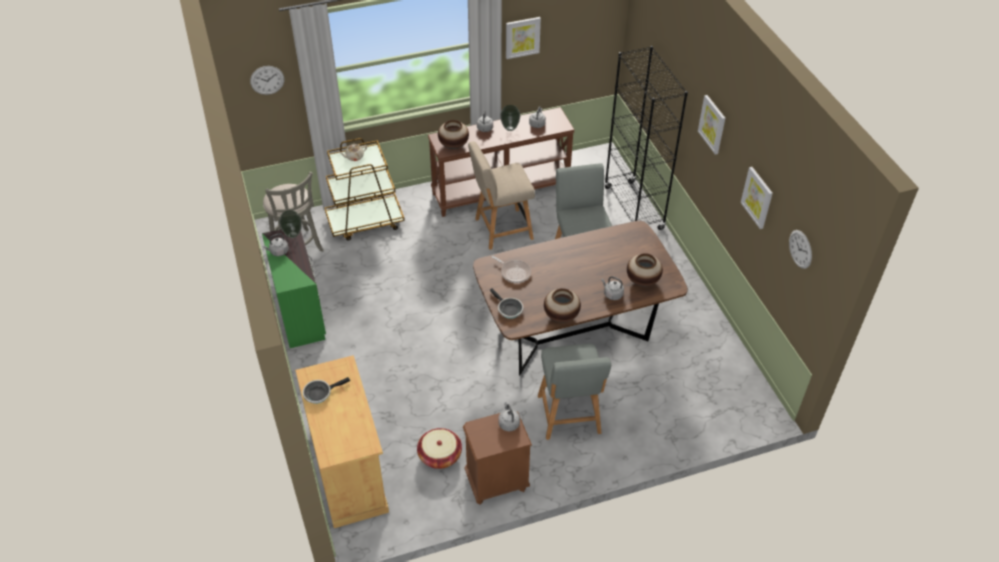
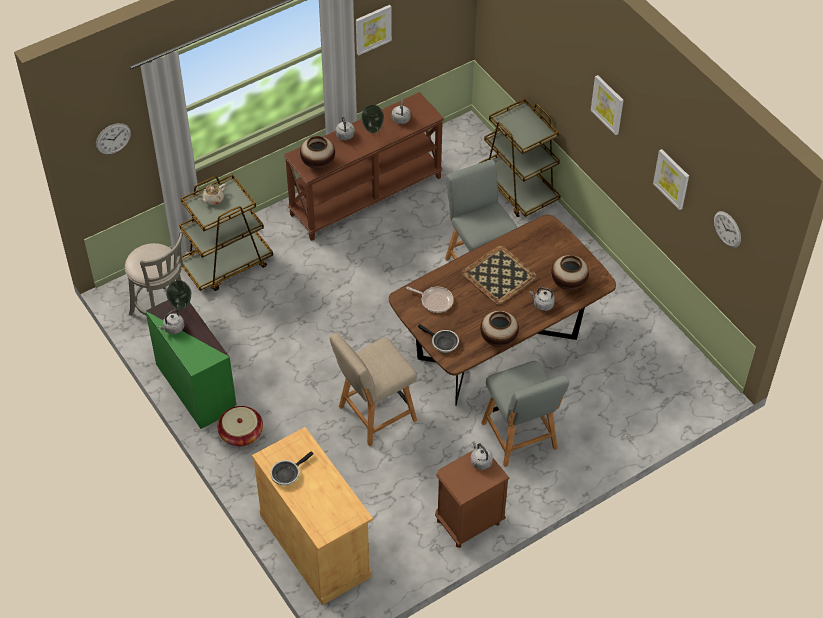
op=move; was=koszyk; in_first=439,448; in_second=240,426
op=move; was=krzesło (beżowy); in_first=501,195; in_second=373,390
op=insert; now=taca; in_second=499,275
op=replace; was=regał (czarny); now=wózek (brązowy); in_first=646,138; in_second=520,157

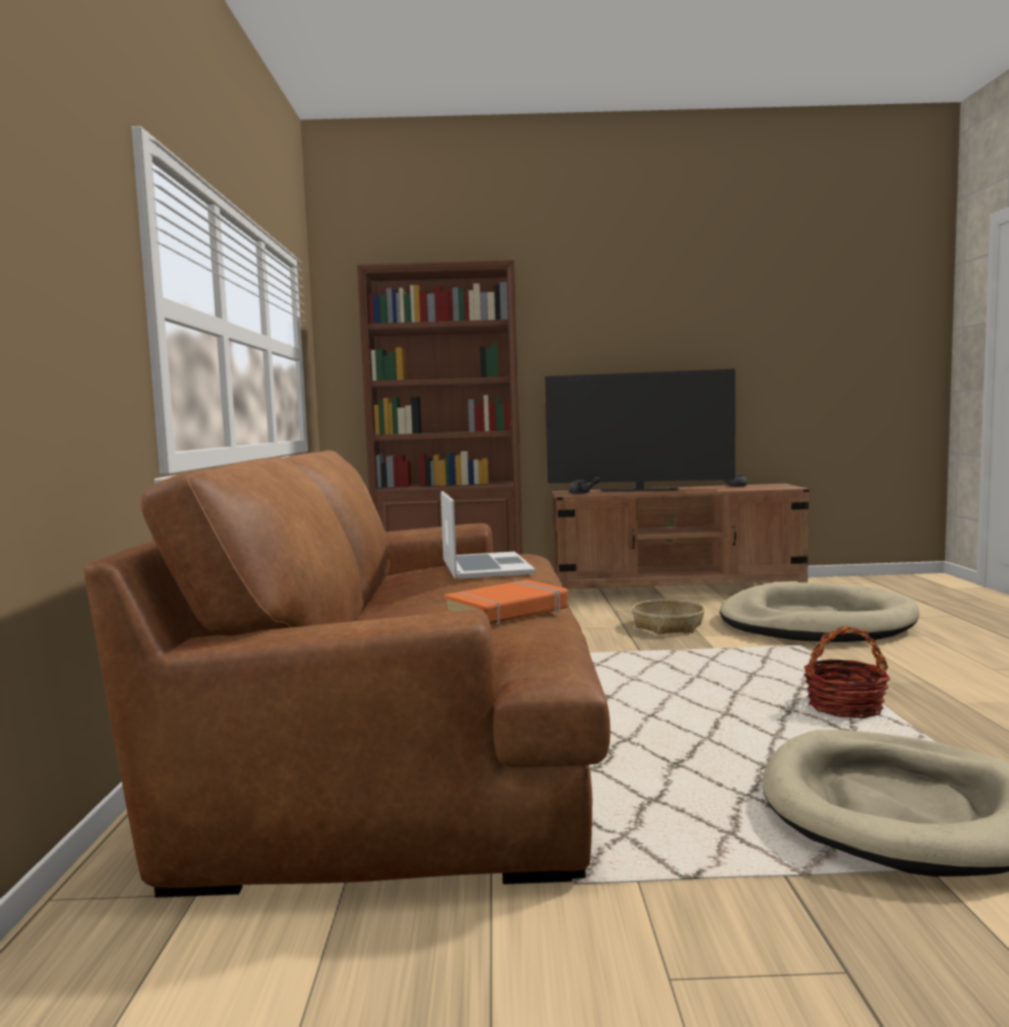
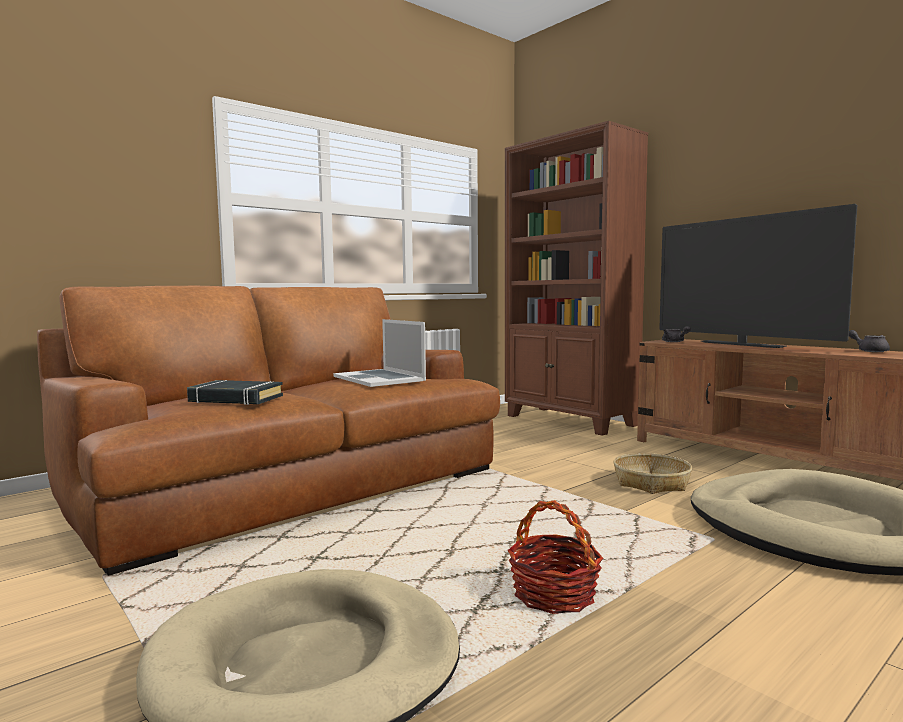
op=recolor; was=książka (pomarańczowy); now=książka (czarny); in_first=506,602; in_second=235,392
op=rotate; was=laptop; in_first=488,535; in_second=379,353; clockwise=105

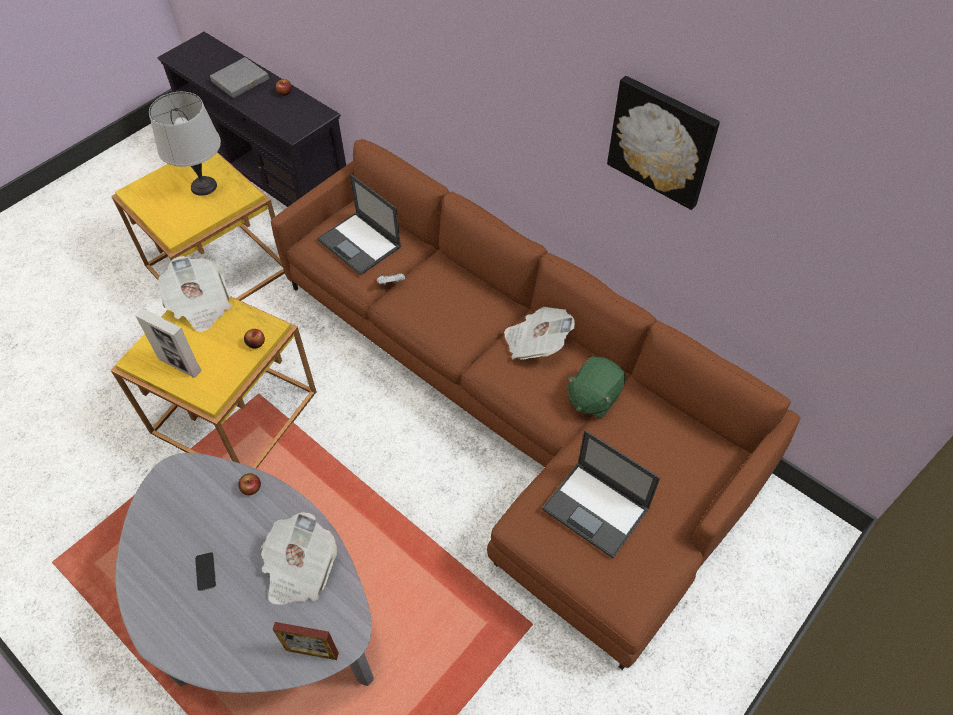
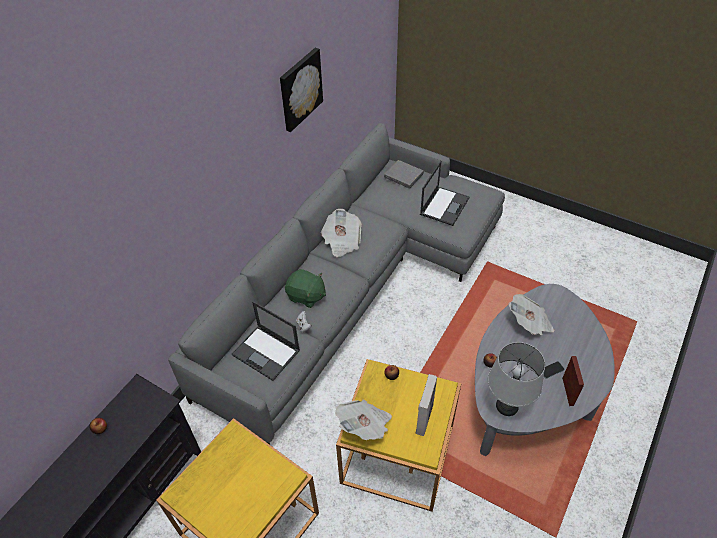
op=recolor; was=kanapa (brązowy); now=kanapa (szary); in_first=535,404; in_second=336,284
op=rotate; was=laptop; in_first=359,224; in_second=266,341; clockwise=90
op=move; was=pluszak (zielony); in_first=596,387; in_second=305,288
op=move; was=książka (szary); in_first=239,77; in_second=404,174
op=move; was=lampa stołowa (szary); in_first=185,144; in_second=516,379
op=move; was=ramka na zdjęcie; in_first=306,641; in_second=573,381

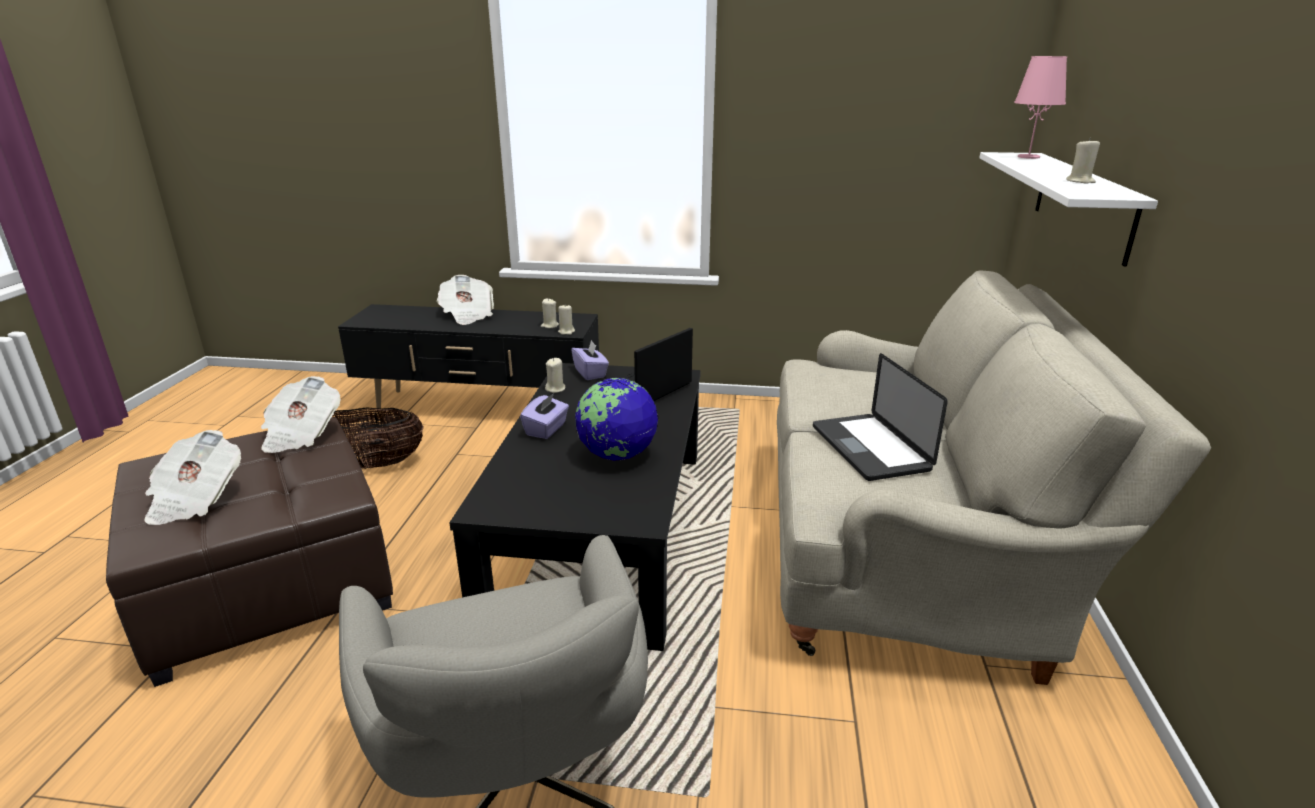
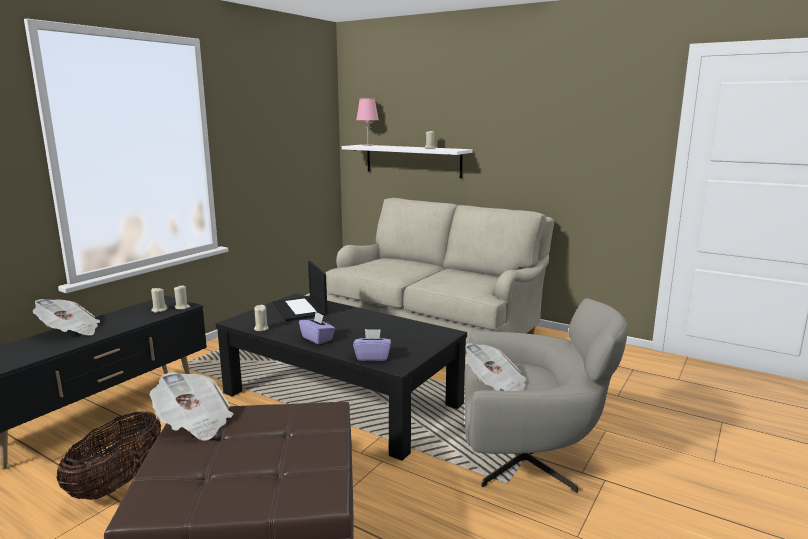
op=move; was=pudełko chusteczek (fioletowy); in_first=590,360; in_second=372,345
op=move; was=gazeta; in_first=193,477; in_second=496,367
op=delete; was=globus; in_first=616,419
op=delete; was=laptop; in_first=880,417

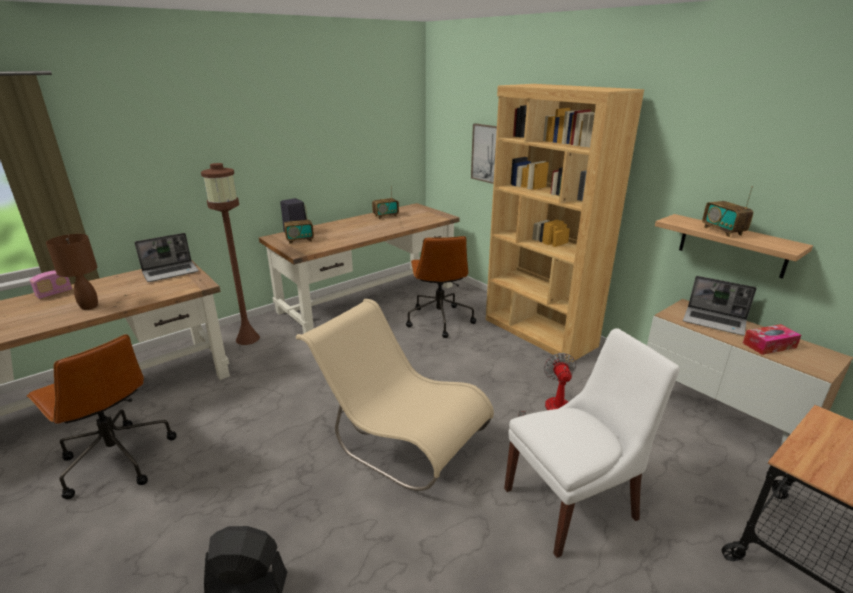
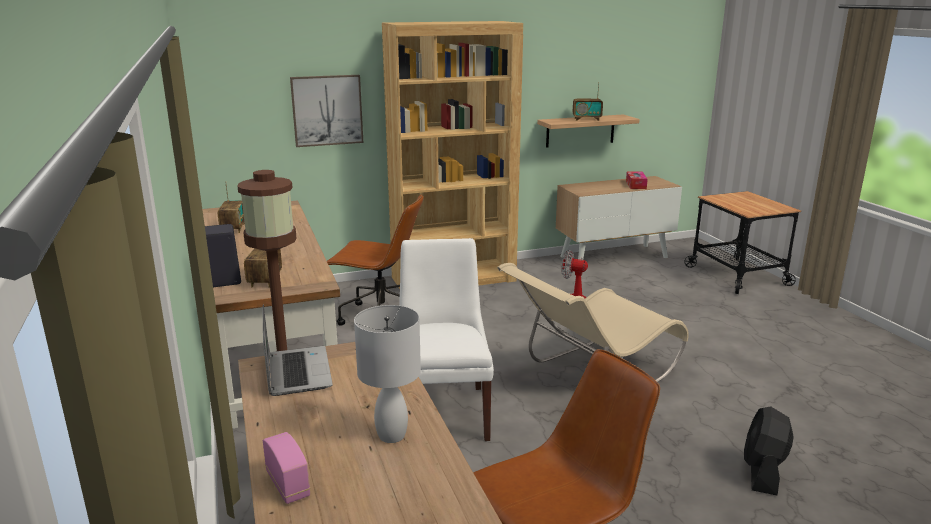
op=recolor; was=lampa stołowa (brązowy); now=lampa stołowa (biały); in_first=72,272; in_second=387,374
op=move; was=krzesło (biały); in_first=592,443; in_second=446,339
op=delete; was=laptop; in_first=720,306

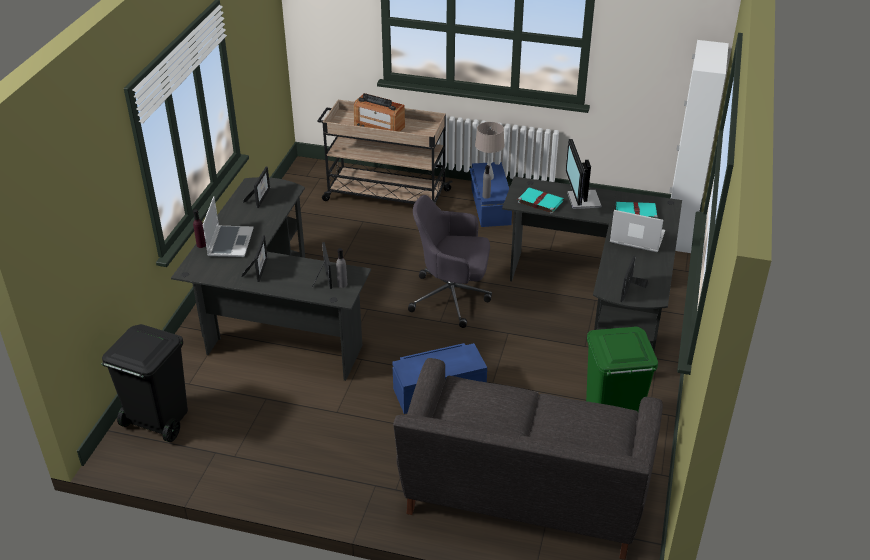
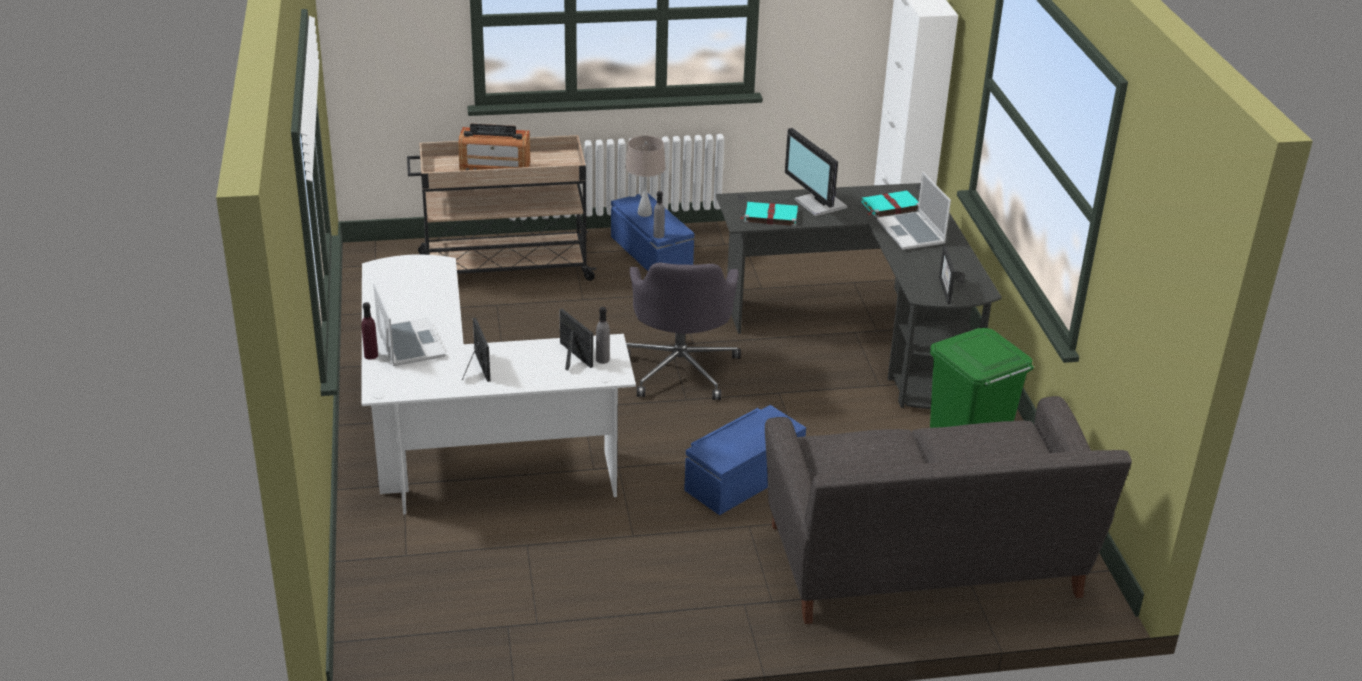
op=recolor; was=biurko (czarny); now=biurko (biały); in_first=271,279; in_second=498,384
op=rotate; was=krzesło biurowe (szary); in_first=450,261; in_second=683,331; clockwise=-75
op=rotate; was=laptop; in_first=637,231; in_second=914,211; clockwise=-105
op=delete; was=kosz na śmieci (czarny); in_first=144,383
op=delete; was=ramka na zdjęcie; in_first=256,187

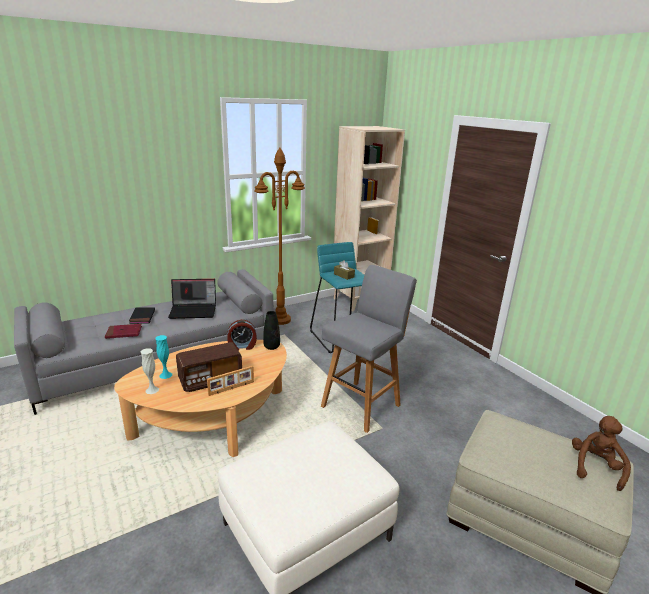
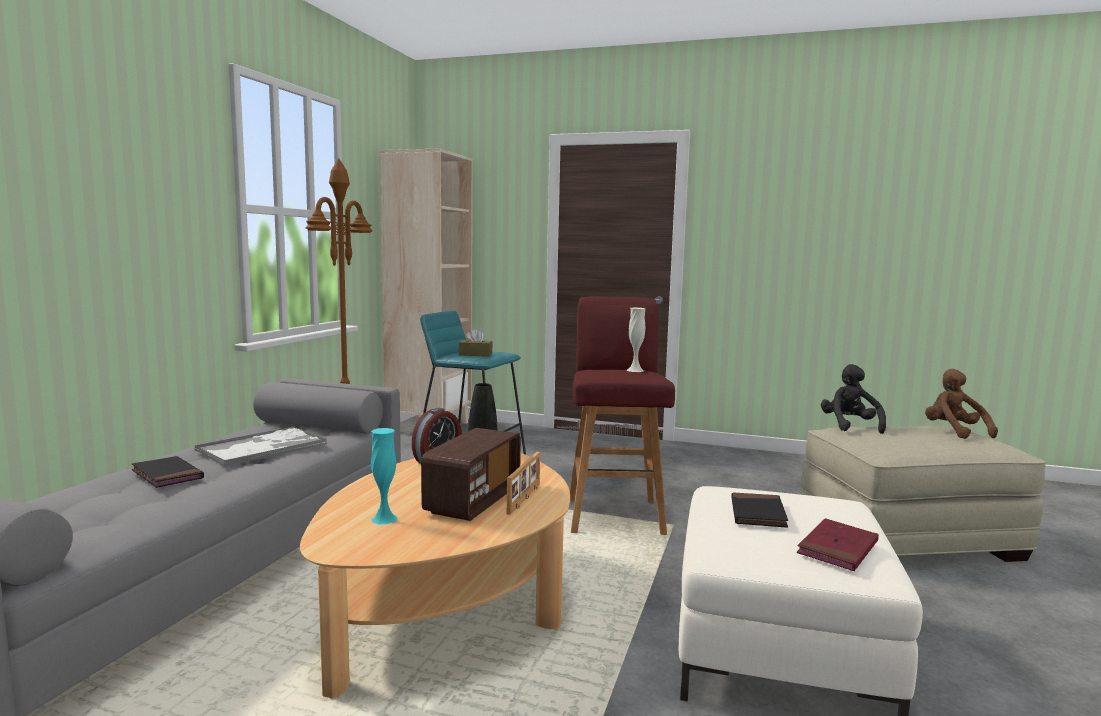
op=replace; was=laptop; now=taca; in_first=192,299; in_second=261,446
op=recolor; was=stołek (szary); now=stołek (czerwony); in_first=369,349; in_second=622,415
op=move; was=wazon (biały); in_first=150,371; in_second=636,340
op=insert; now=książka (czarny); in_second=759,510
op=move; was=książka (czerwony); in_first=123,331; in_second=838,544
op=insert; now=pluszak (czarny); in_second=853,399

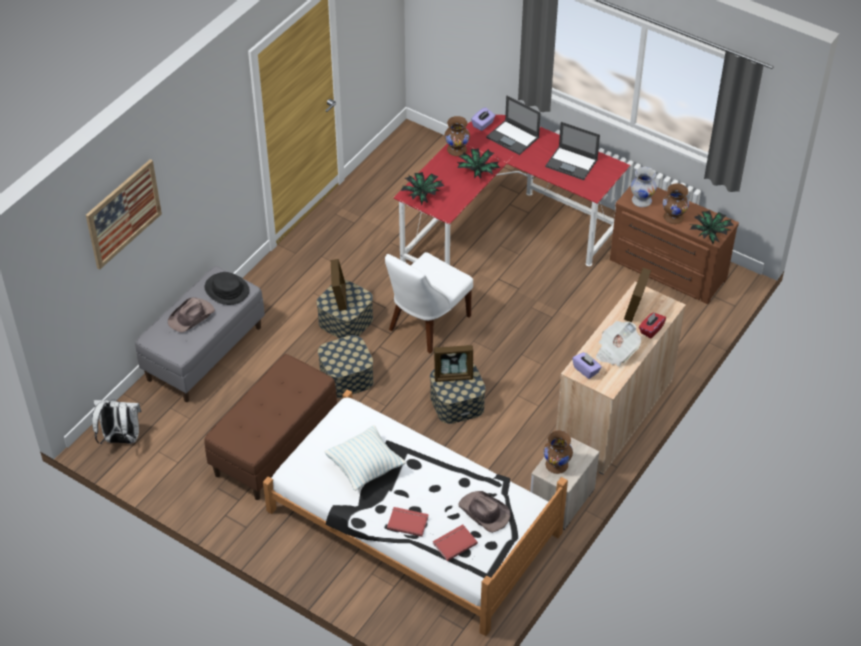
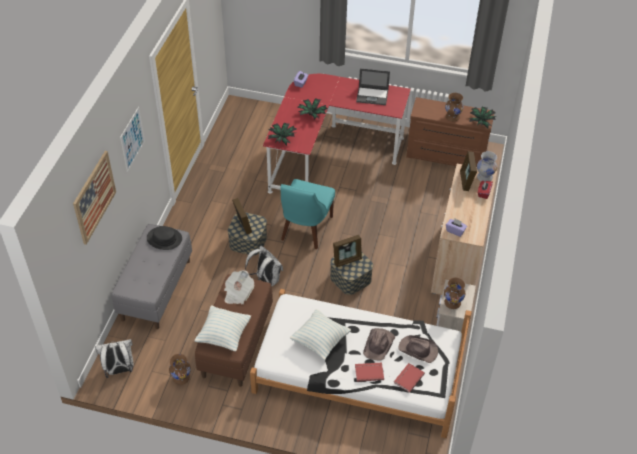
op=insert; now=obraz; in_second=132,139
op=move; was=wazon (brązowy); in_first=457,136; in_second=180,369
op=insert; now=poduszka; in_second=223,328
op=move; was=gazeta; in_first=618,343; in_second=239,287
op=replace; was=pojemnik do przechowywania; now=plecak (biały); in_first=346,366; in_second=264,266
op=recolor; was=krzesło (biały); now=krzesło (turkusowy); in_first=429,303; in_second=307,214
op=move; was=kapelusz (brązowy); in_first=191,314; in_second=379,344
op=move; was=wazon (biały); in_first=644,187; in_second=487,166
op=delete; was=laptop; in_first=513,125

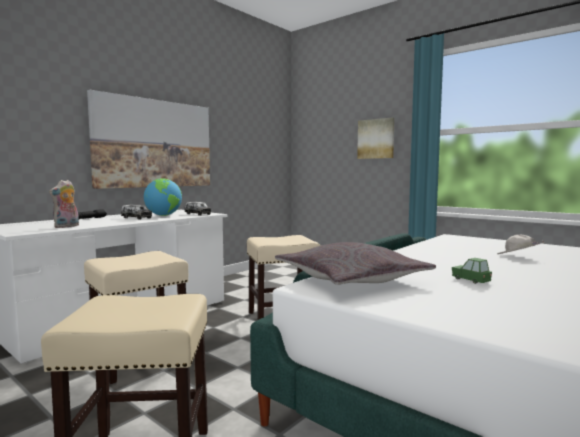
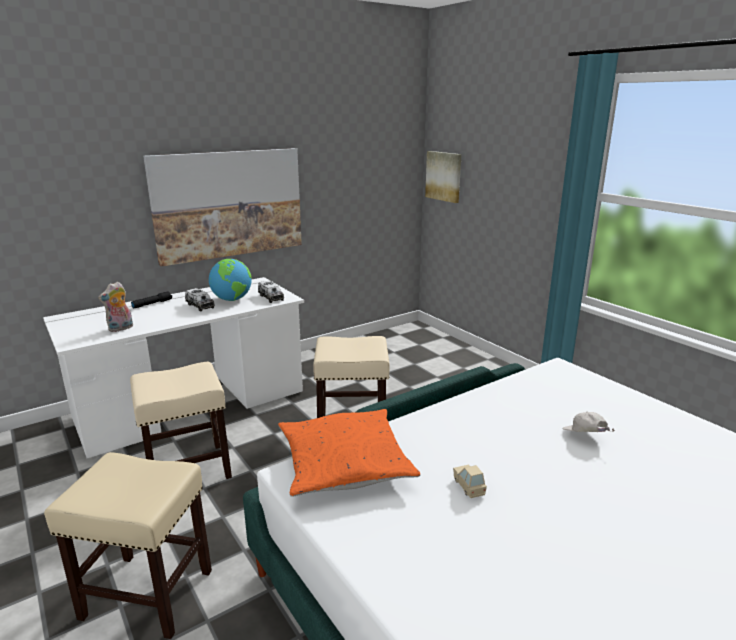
op=recolor; was=poduszka (szary); now=poduszka (pomarańczowy); in_first=355,263; in_second=349,453
op=move; was=obraz; in_first=376,138; in_second=443,177
op=recolor; was=samochodzik (zielony); now=samochodzik (beżowy); in_first=472,271; in_second=470,481

